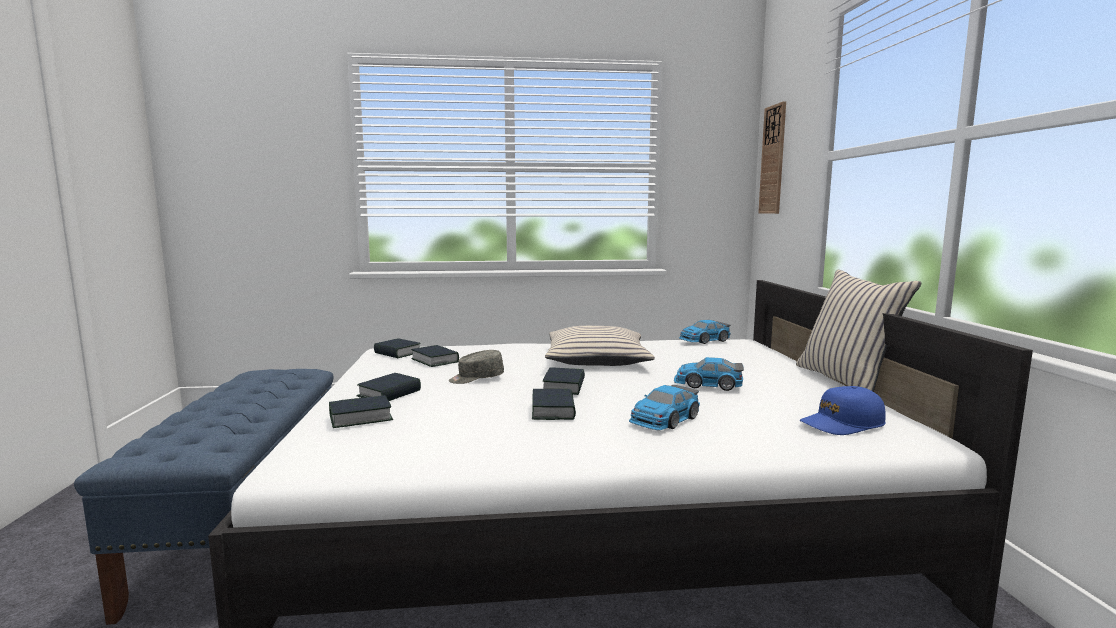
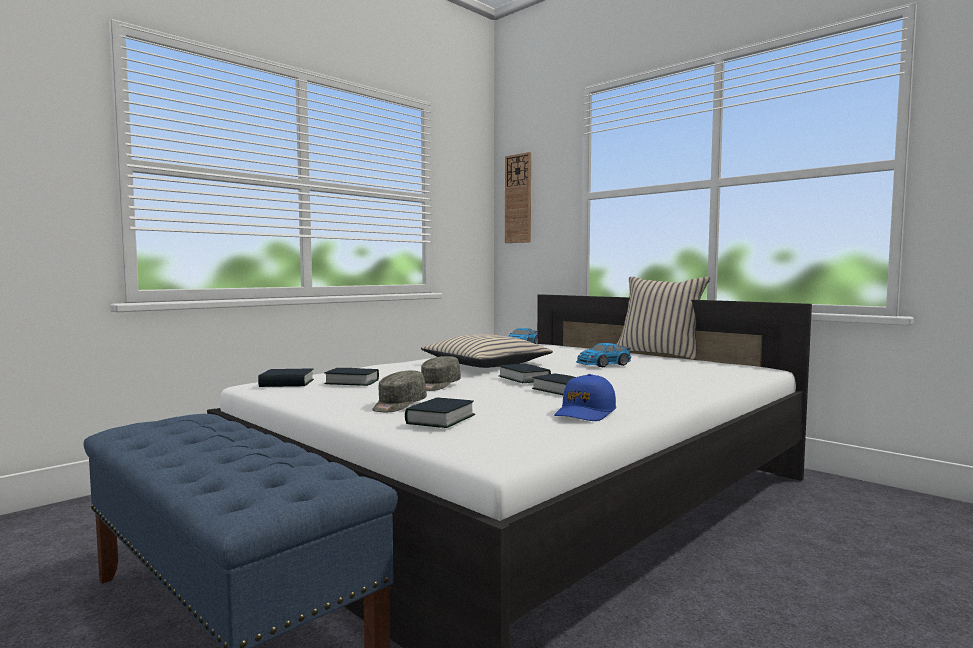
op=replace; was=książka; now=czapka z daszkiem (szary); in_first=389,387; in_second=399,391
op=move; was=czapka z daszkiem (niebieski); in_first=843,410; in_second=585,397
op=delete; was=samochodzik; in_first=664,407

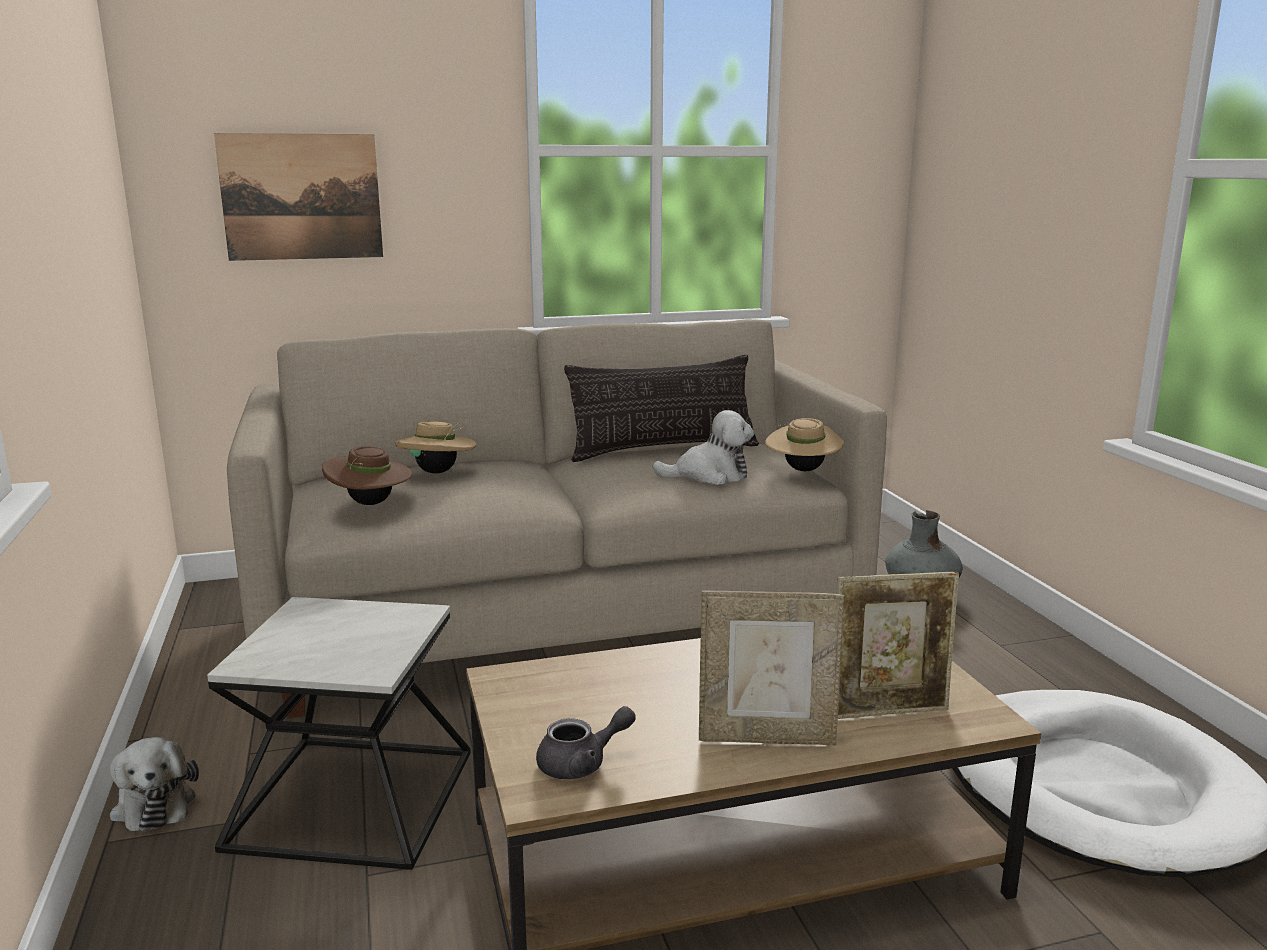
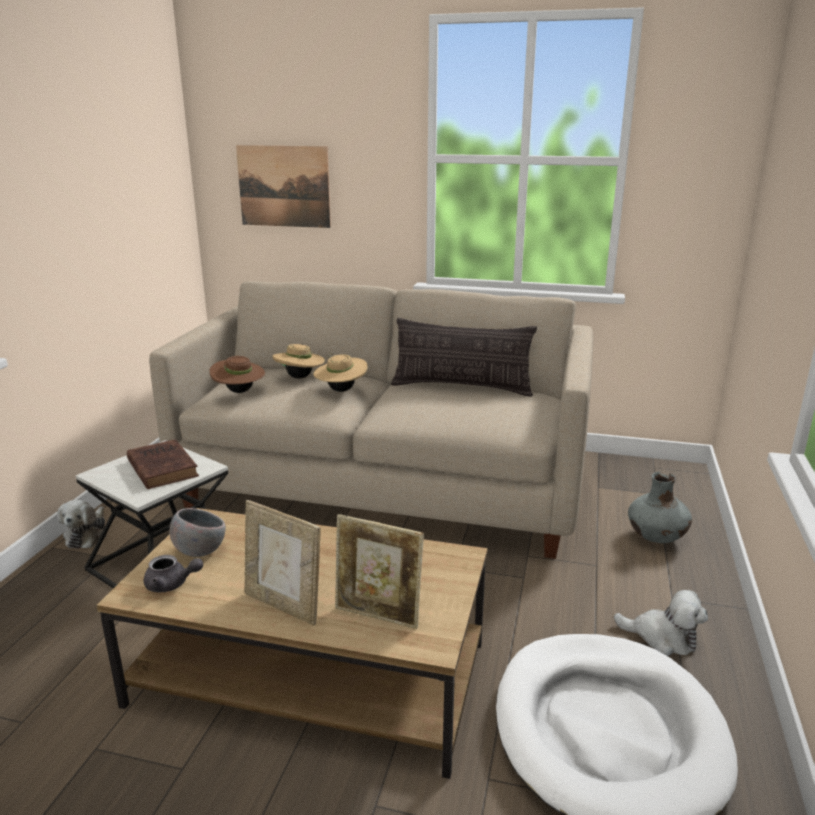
op=insert; now=książka (brązowy); in_second=163,464
op=insert; now=miska (szary); in_second=197,532
op=move; was=kapelusz (beżowy); in_first=804,444; in_second=340,372
op=move; was=pluszak; in_first=703,447; in_second=661,623

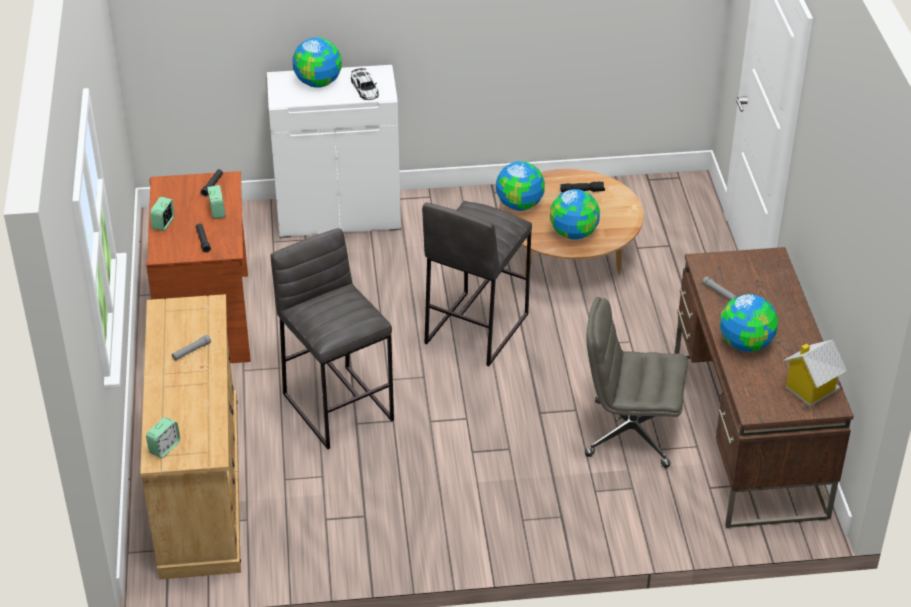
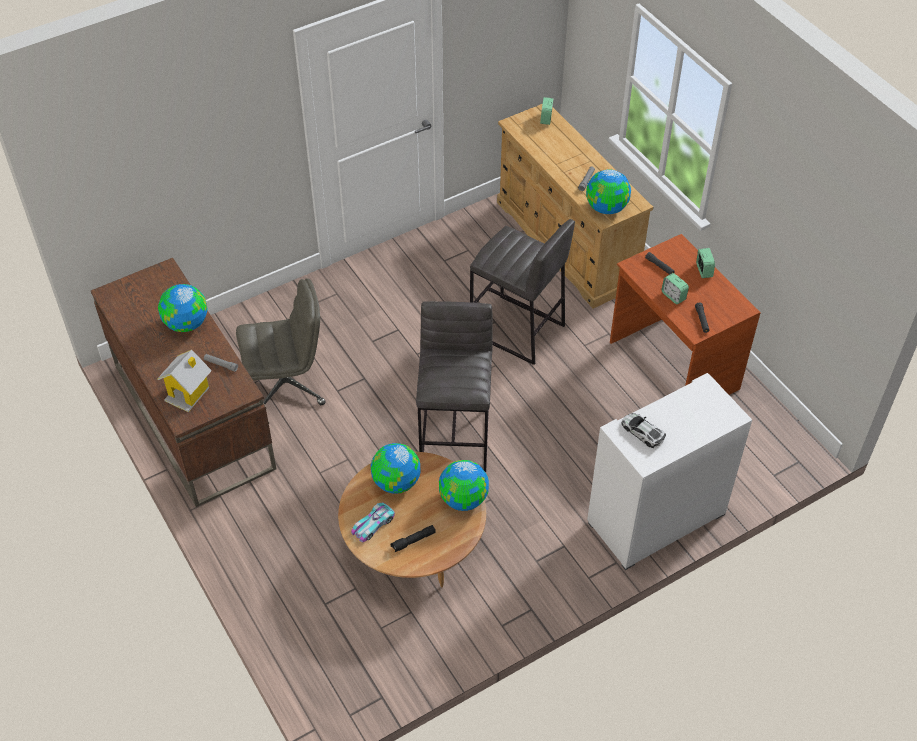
op=move; was=domek; in_first=815,372; in_second=184,381
op=insert; now=samochodzik; in_second=373,522
op=move; was=globus; in_first=317,62; in_second=608,191

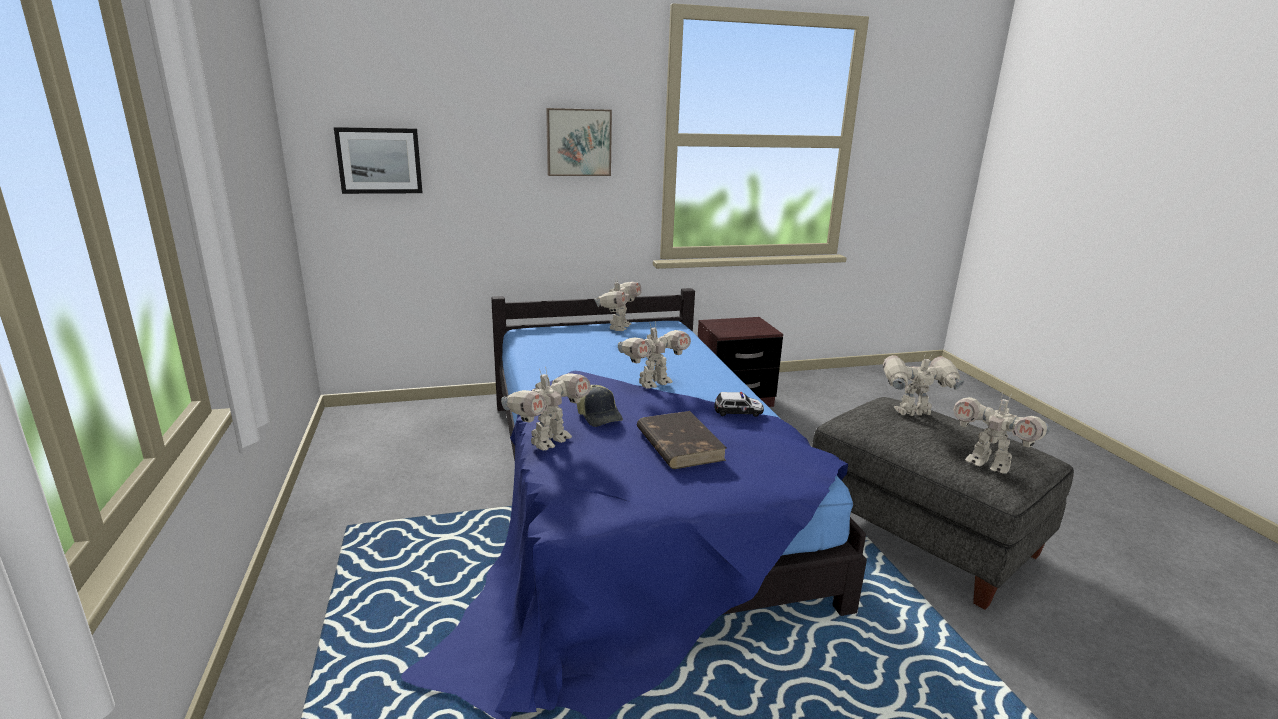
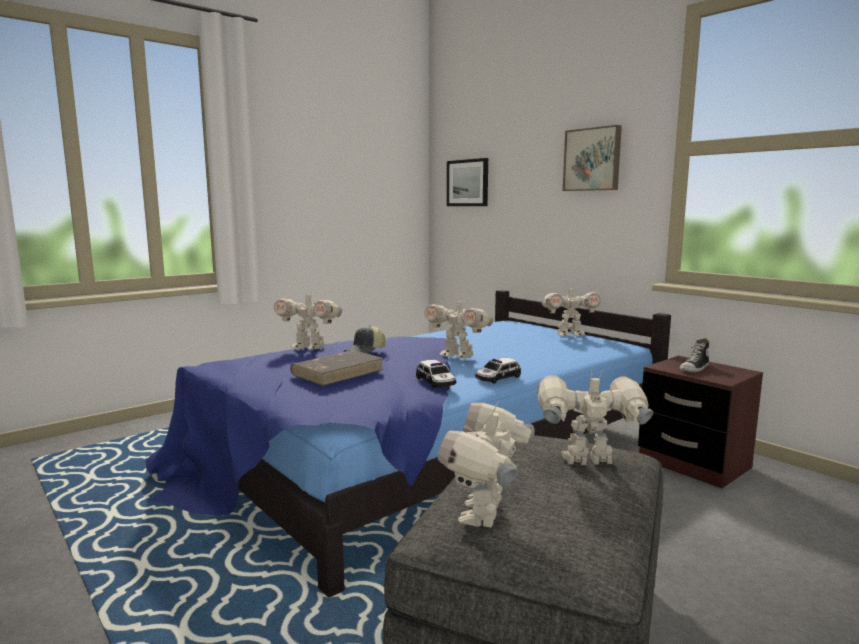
op=insert; now=samochodzik; in_second=498,370
op=rotate; was=robot zabawkowy; in_first=923,384; in_second=595,417; clockwise=-60
op=insert; now=but; in_second=694,355

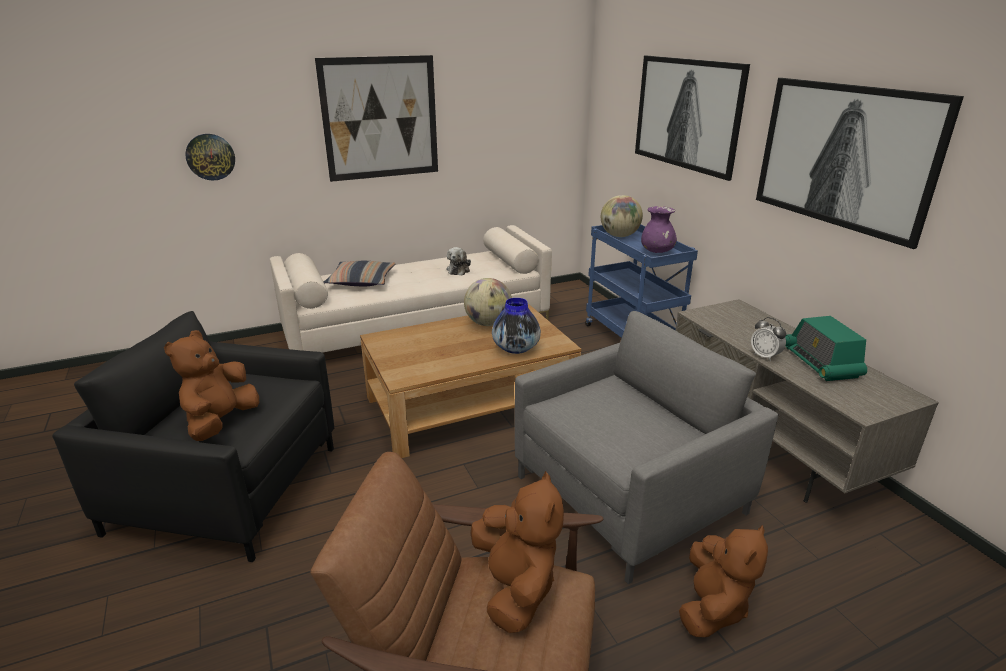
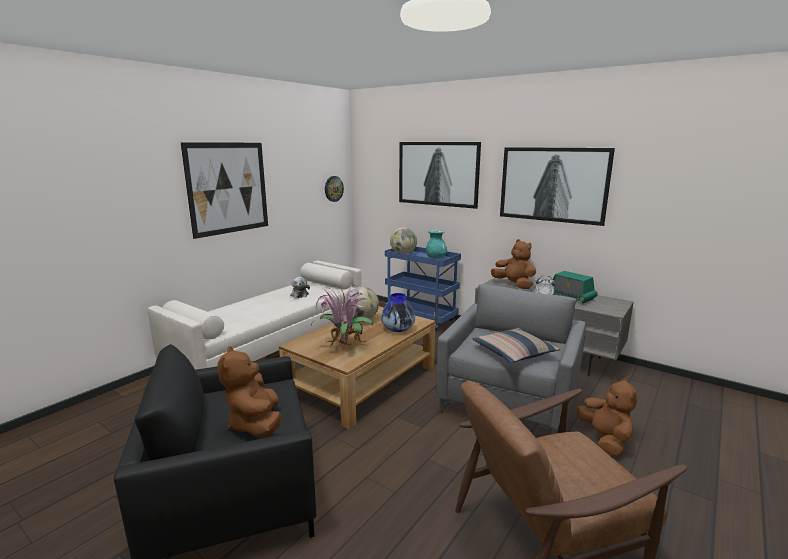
op=insert; now=roślina doniczkowa; in_second=342,316
op=move; was=zegar ścienny; in_first=210,157; in_second=334,189
op=recolor; was=wazon (fioletowy); now=wazon (turkusowy); in_first=659,229; in_second=436,244
op=move; was=poduszka; in_first=360,273; in_second=516,345
op=move; was=pluszak (brązowy); in_first=517,552; in_second=513,264

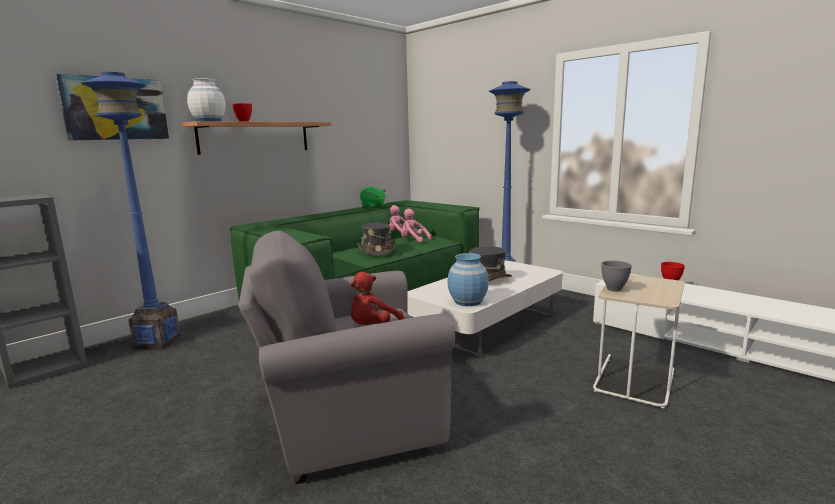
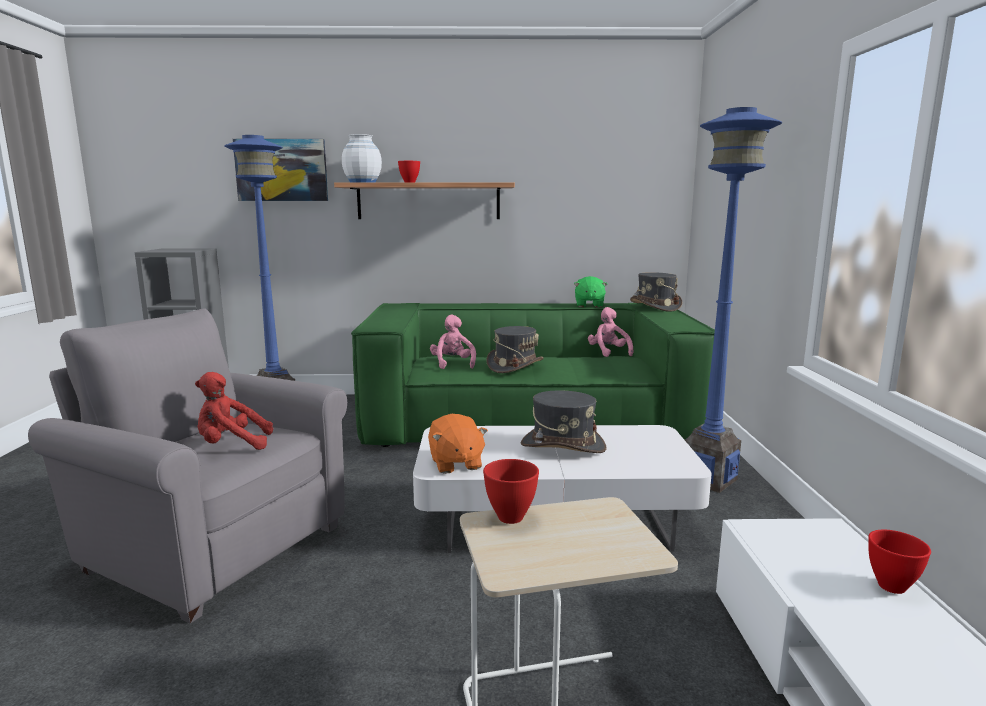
op=replace; was=wazon (niebieski); now=pluszak (pomarańczowy); in_first=468,279; in_second=458,444
op=move; was=pluszak (różowy); in_first=416,226; in_second=453,342
op=recolor; was=miska (szary); now=miska (czerwony); in_first=616,276; in_second=511,491
op=insert; now=kapelusz (szary); in_second=656,292

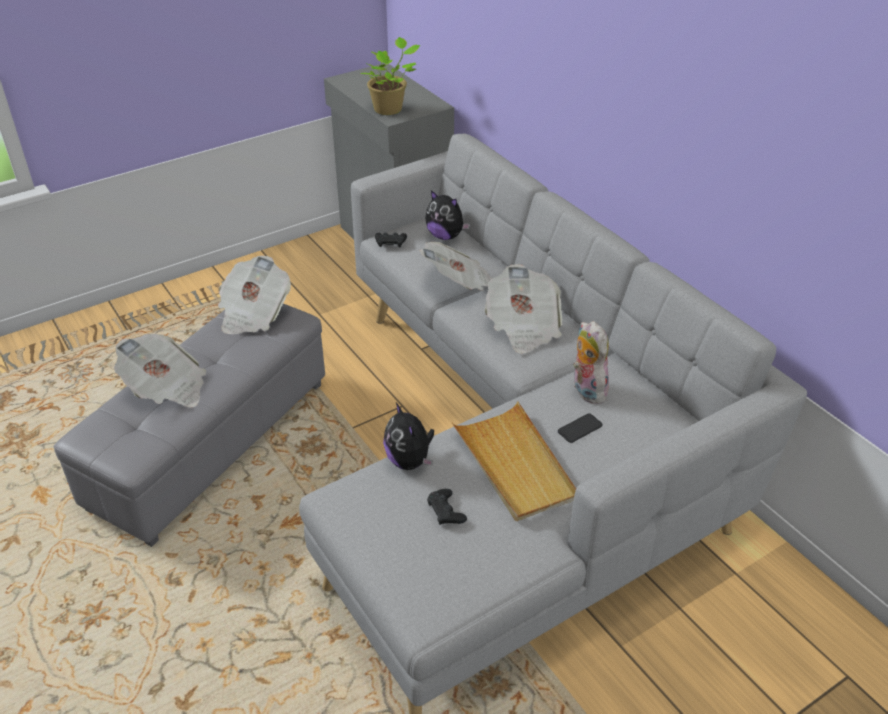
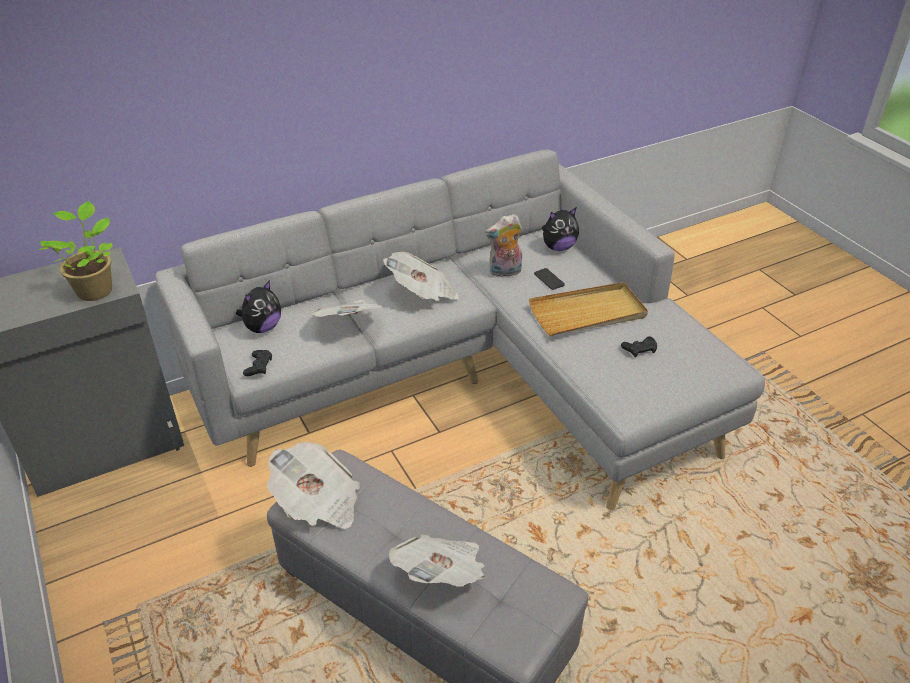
op=move; was=pluszak; in_first=408,436; in_second=560,229

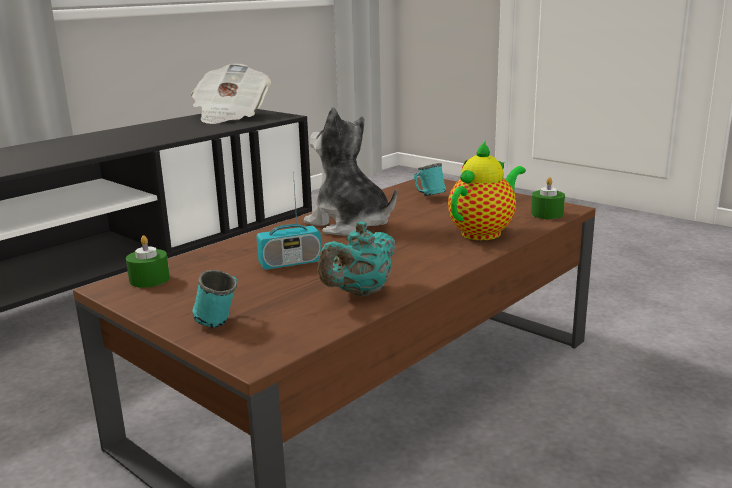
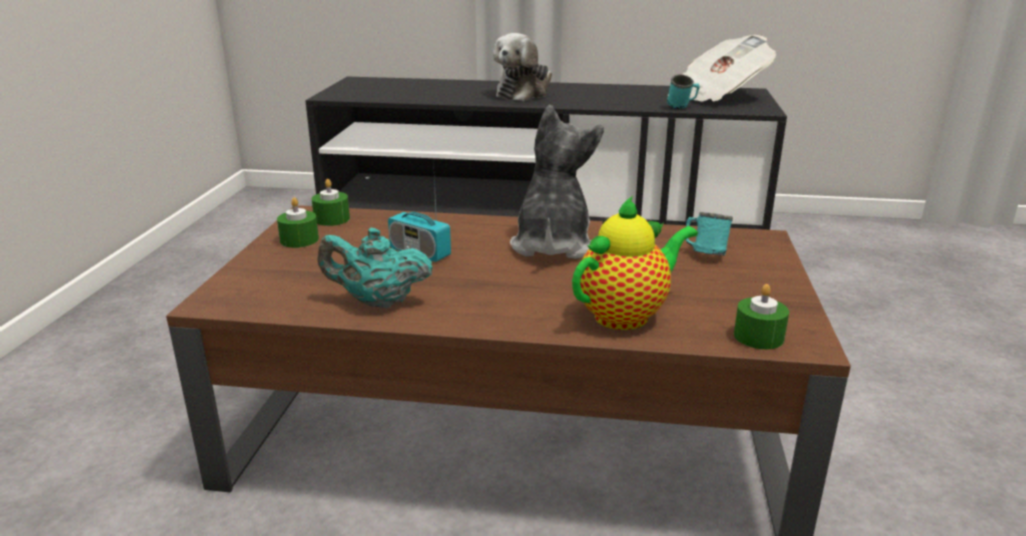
op=insert; now=świeca (zielony); in_second=298,222
op=insert; now=pluszak; in_second=522,67
op=rotate; was=imbryk; in_first=487,190; in_second=635,263; clockwise=-45
op=move; was=kubek (turkusowy); in_first=214,299; in_second=683,91

